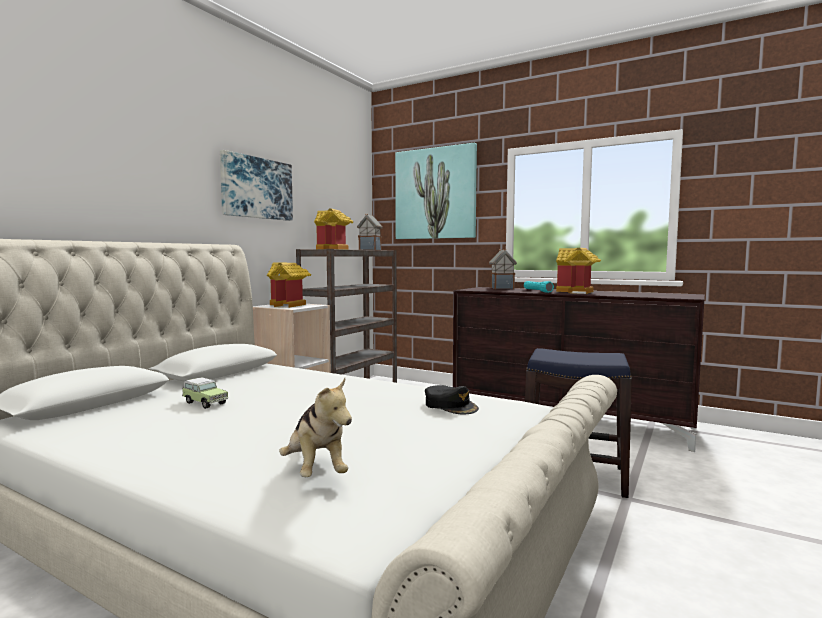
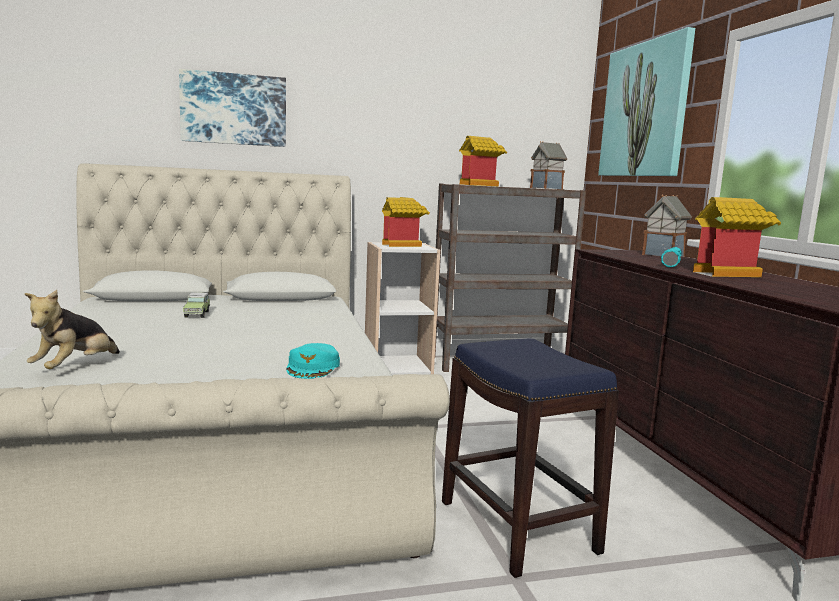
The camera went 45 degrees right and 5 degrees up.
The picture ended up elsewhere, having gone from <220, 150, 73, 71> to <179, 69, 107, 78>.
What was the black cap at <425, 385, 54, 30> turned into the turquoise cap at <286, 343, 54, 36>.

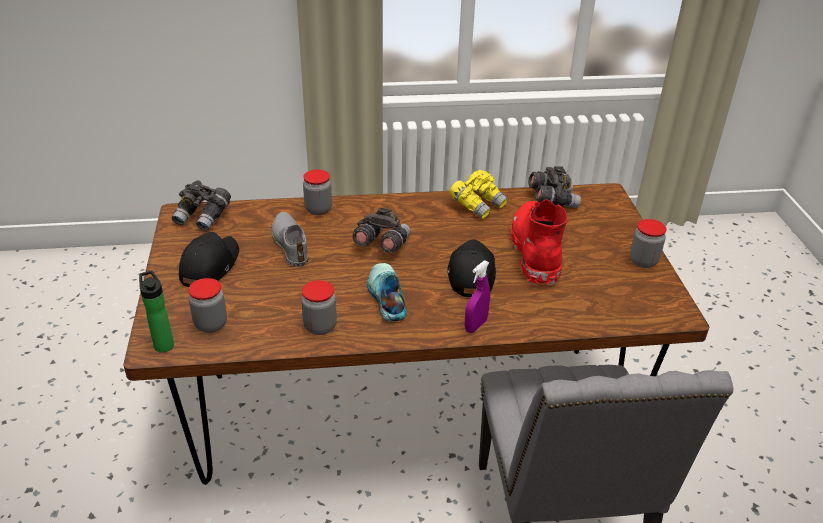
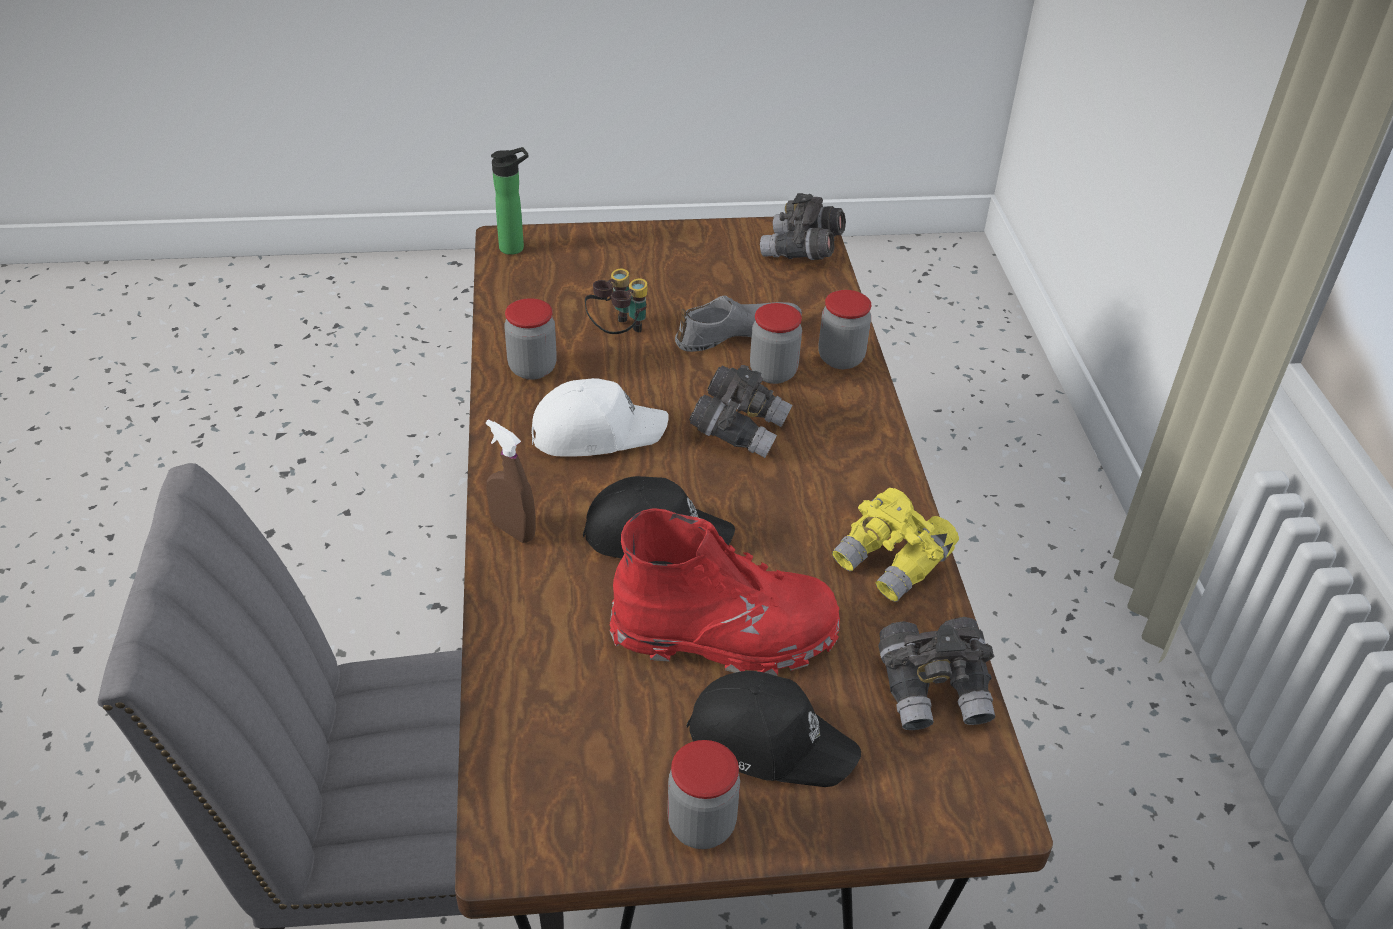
The camera went 90 degrees right and 5 degrees up.
The second view gained the binoculars at <585, 268, 63, 66>.
The black cap ended up elsewhere, having gone from <179, 232, 60, 55> to <687, 671, 174, 116>.
The jar ended up elsewhere, having gone from <188, 278, 39, 55> to <750, 303, 52, 81>.
Where the shoe stood at <367, 263, 40, 58>, the white cap came to stand at <532, 378, 137, 78>.
What was the purple spray bottle at <465, 260, 25, 73> turned into the brown spray bottle at <486, 419, 50, 124>.

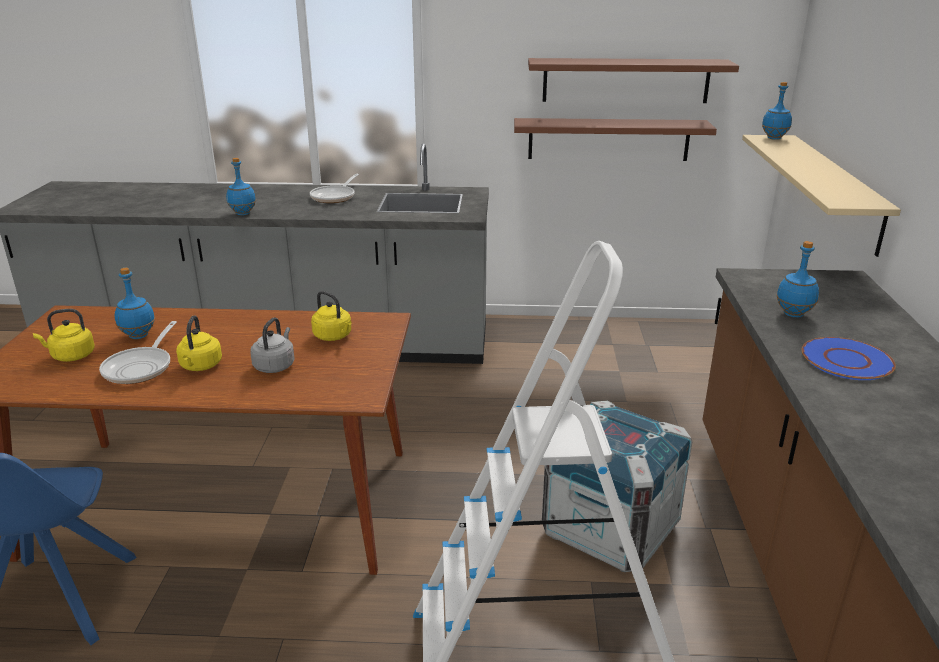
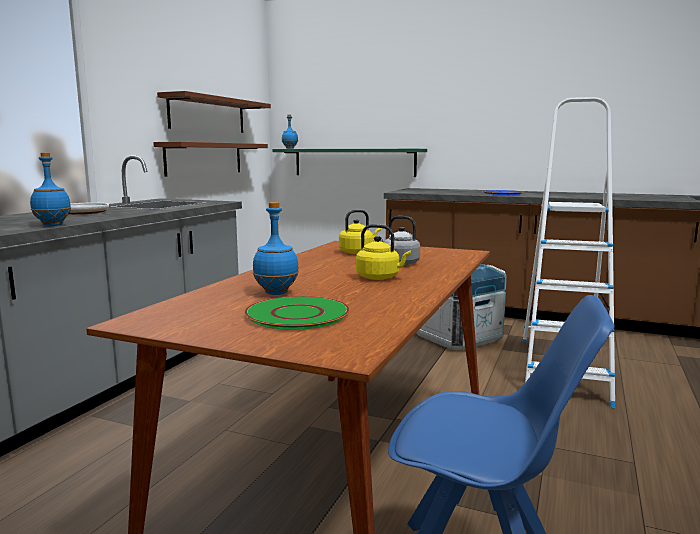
The camera went 70 degrees left and 15 degrees down.
The second view lost the frying pan at <99, 321, 78, 63>.
The second view lost the blue bottle at <776, 241, 43, 77>.
Where the yellow kettle stood at <33, 309, 62, 53>, the green plate came to stand at <244, 296, 106, 34>.
What was the beige shelf at <742, 135, 159, 122> turned into the green shelf at <273, 149, 154, 28>.

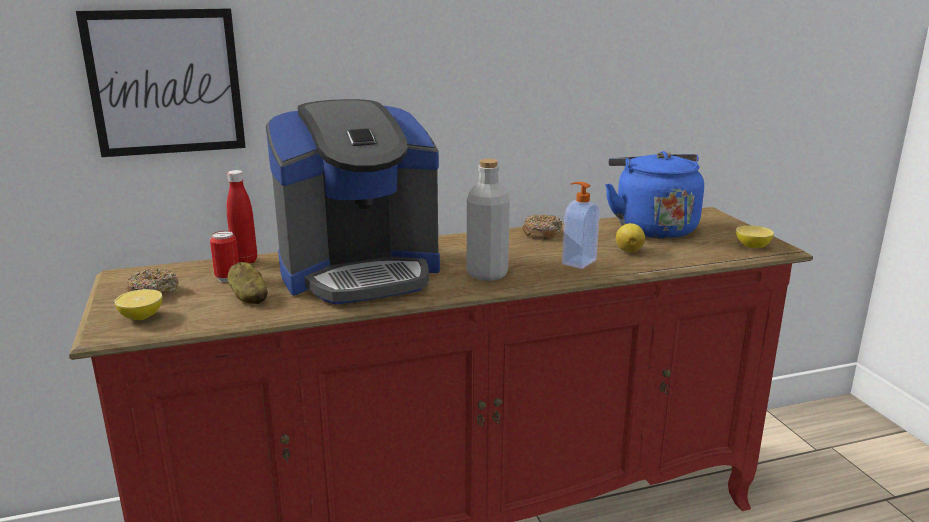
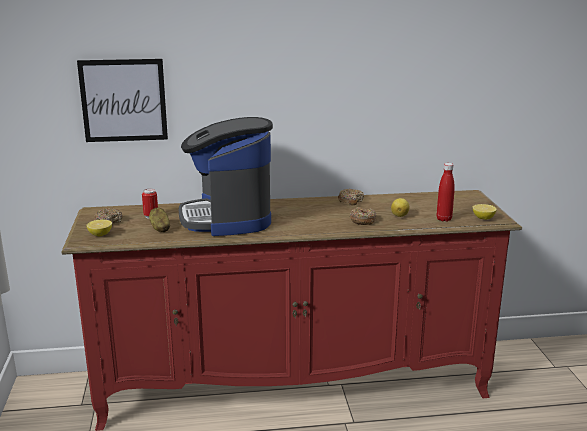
The camera went 10 degrees right and 0 degrees up.
The second view lost the grey bottle at <467, 159, 43, 122>.
The second view lost the blue kettle at <605, 151, 99, 88>.
The red bottle ended up elsewhere, having gone from <227, 170, 30, 93> to <437, 163, 18, 59>.
Where the soap dispenser stood at <562, 182, 38, 87>, the donut came to stand at <350, 207, 27, 18>.
The coffee machine at <266, 99, 174, 206> ended up facing another way, 90 degrees clockwise from before.

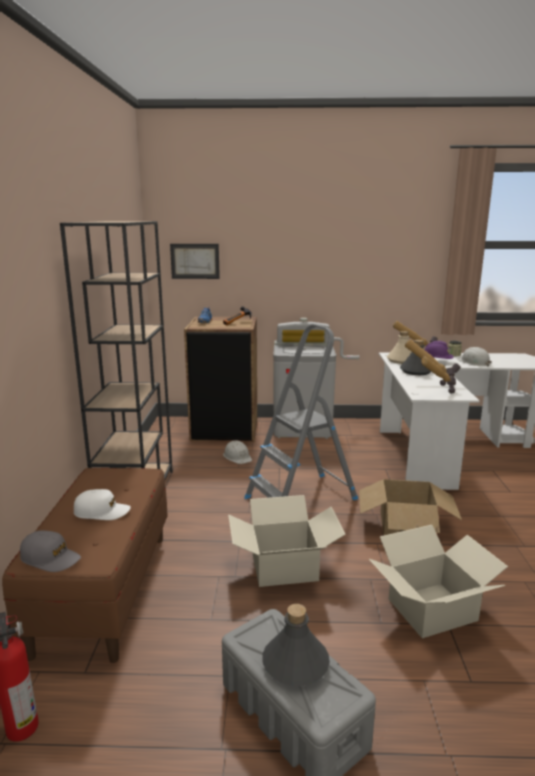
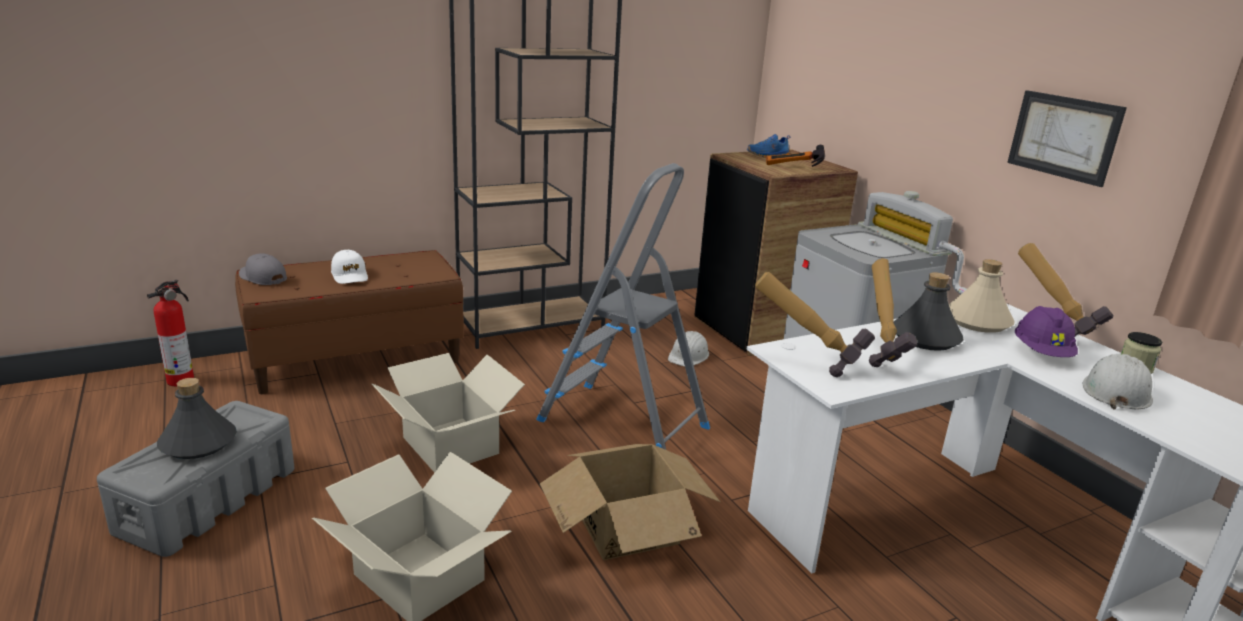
The camera went 60 degrees right and 5 degrees up.
The picture ended up elsewhere, having gone from <170, 244, 50, 35> to <1007, 90, 120, 97>.
The grey cap at <20, 530, 61, 42> ended up facing another way, 135 degrees clockwise from before.

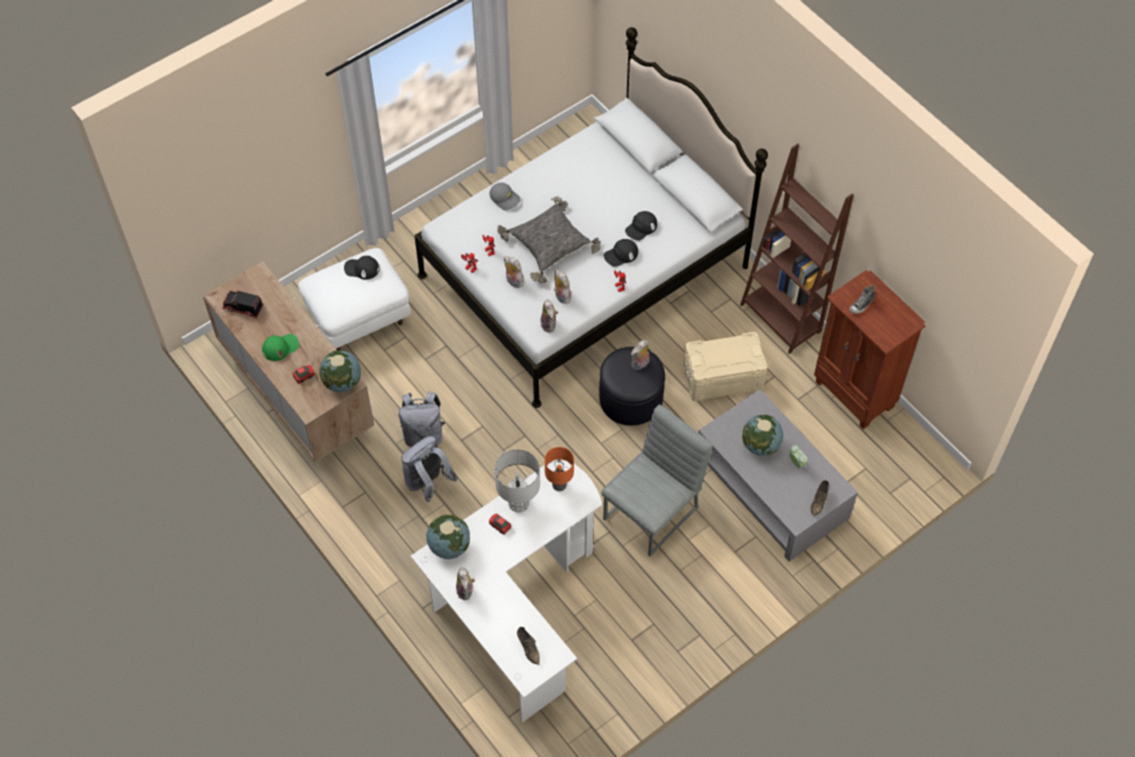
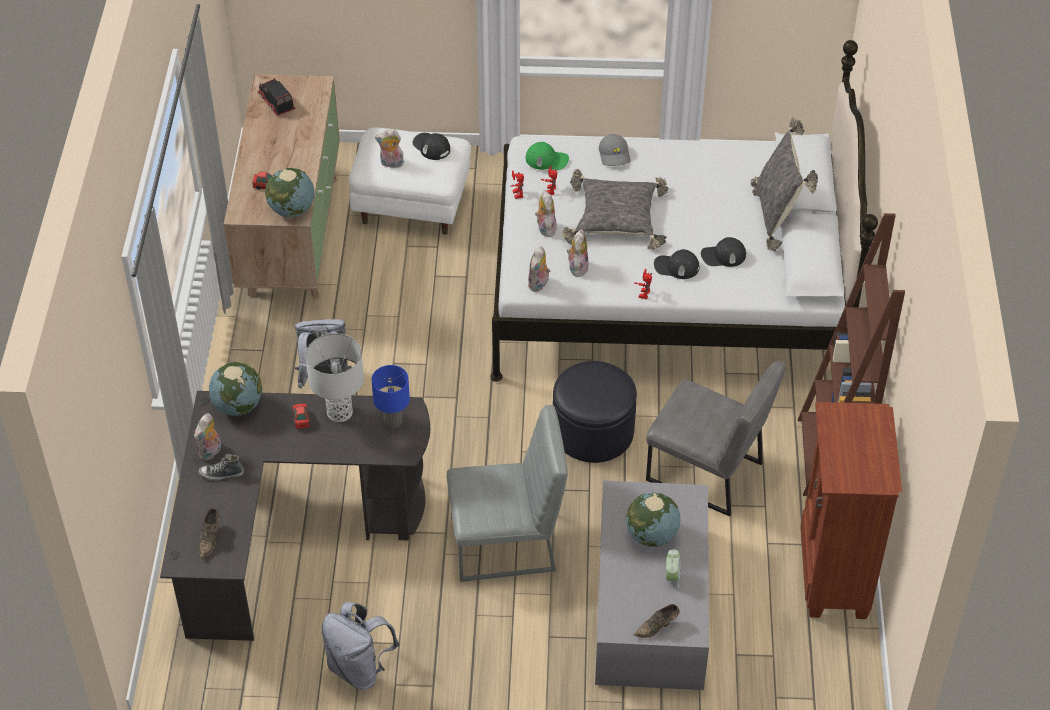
The camera went 40 degrees right and 10 degrees down.
The second view gained the pillow at <750, 117, 68, 134>.
The green cap ended up elsewhere, having gone from <262, 334, 37, 27> to <525, 142, 44, 28>.
The grey backpack ended up elsewhere, having gone from <399, 391, 46, 55> to <321, 602, 78, 88>.
The plush toy ended up elsewhere, having gone from <631, 340, 19, 30> to <375, 129, 29, 39>.
The shoe ended up elsewhere, having gone from <849, 285, 26, 29> to <198, 454, 46, 26>.
Where the beige storage box stood at <683, 332, 84, 70>, the grey chair came to stand at <646, 361, 140, 155>.
What was the white desk at <411, 460, 191, 263> turned into the black desk at <160, 391, 270, 250>.
What was the orange table lamp at <545, 447, 29, 44> turned into the blue table lamp at <372, 365, 38, 64>.

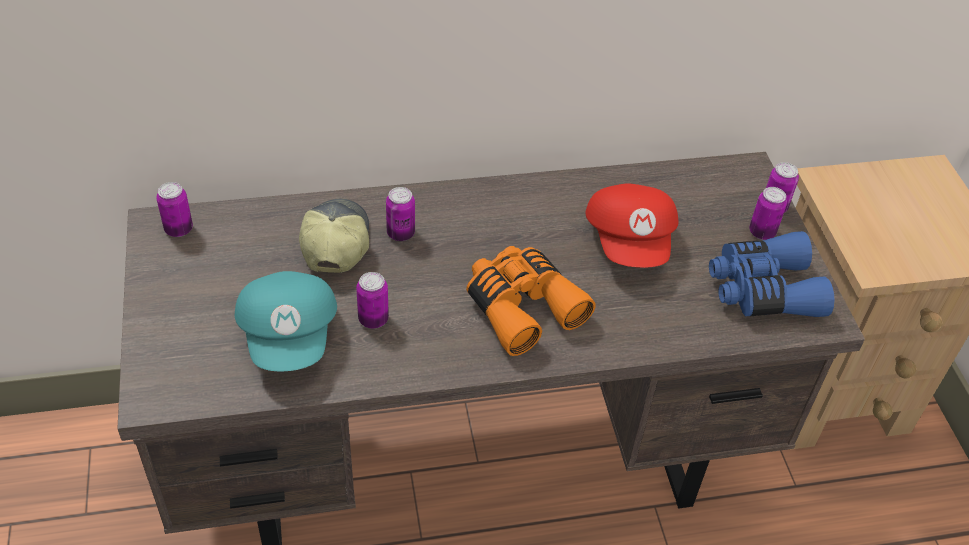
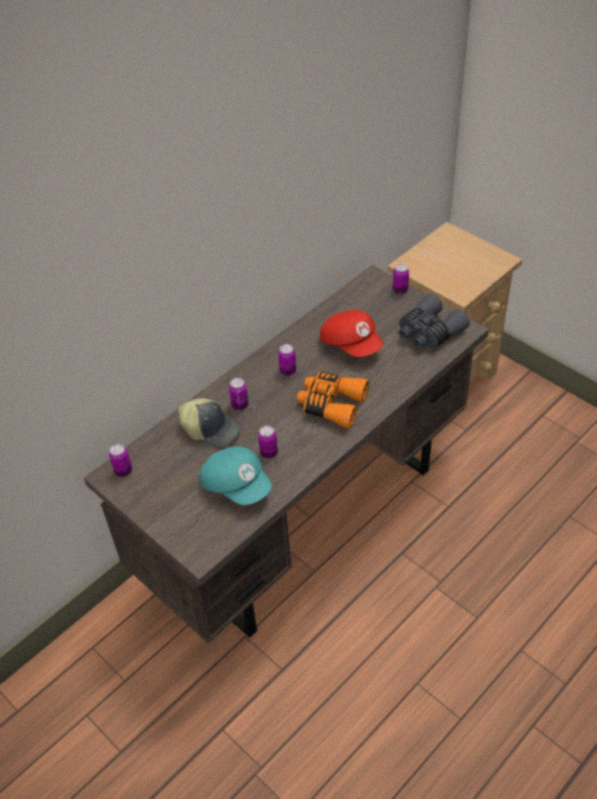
The camera went 30 degrees left and 0 degrees up.
The can ended up elsewhere, having gone from <749, 187, 38, 53> to <278, 344, 18, 32>.
What was the blue binoculars at <709, 231, 126, 86> turned into the grey binoculars at <399, 294, 71, 54>.
The cap at <299, 199, 70, 74> ended up facing another way, 150 degrees clockwise from before.

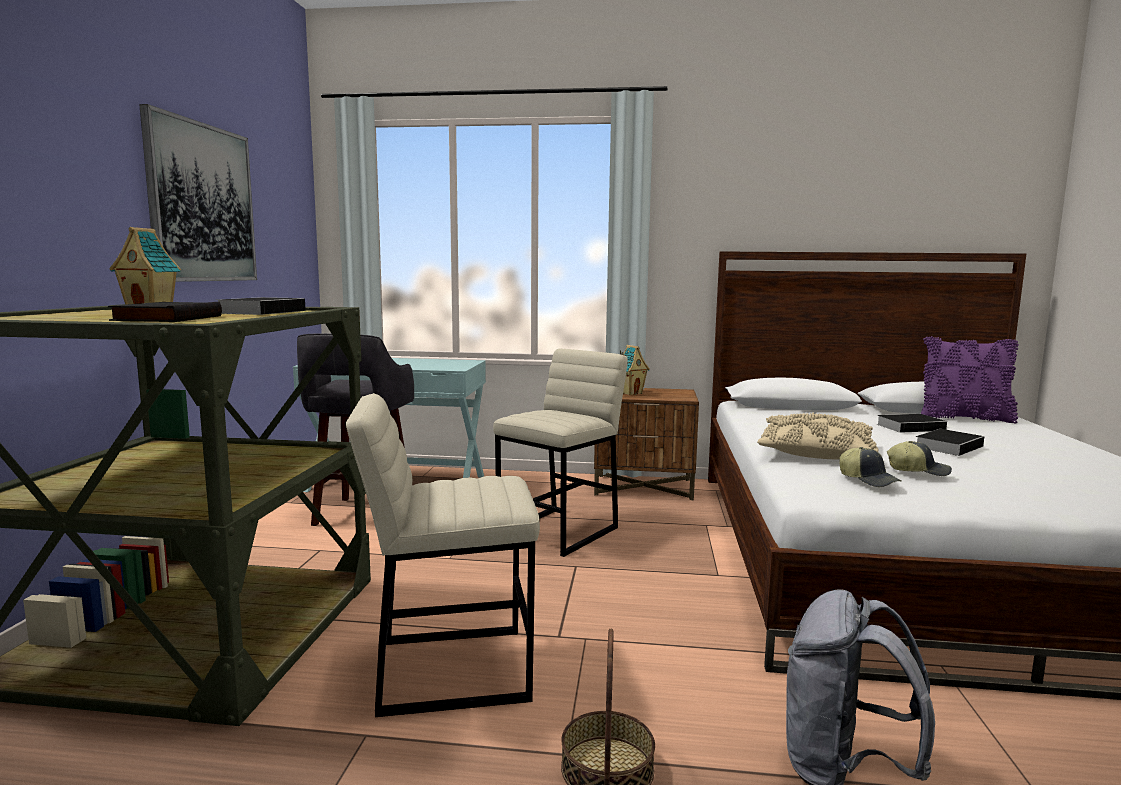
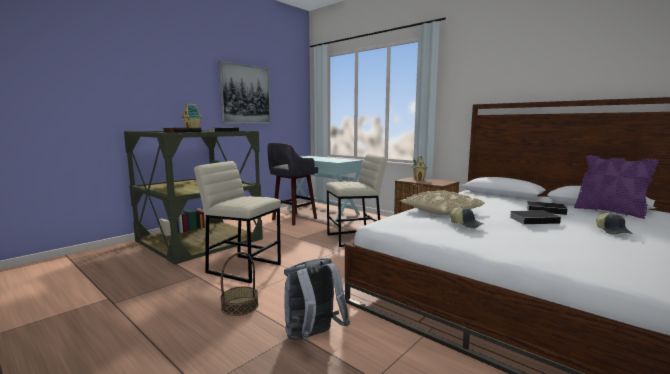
The camera went 35 degrees right and 0 degrees up.
The cap ended up elsewhere, having gone from <839, 447, 62, 40> to <596, 212, 37, 23>.

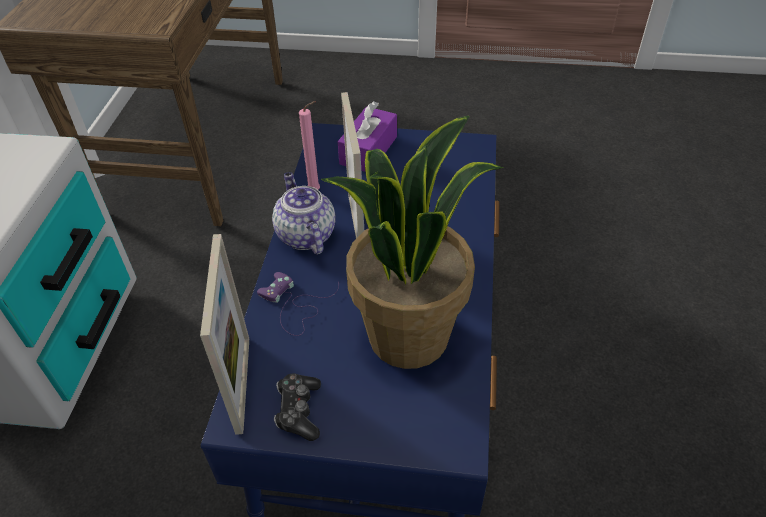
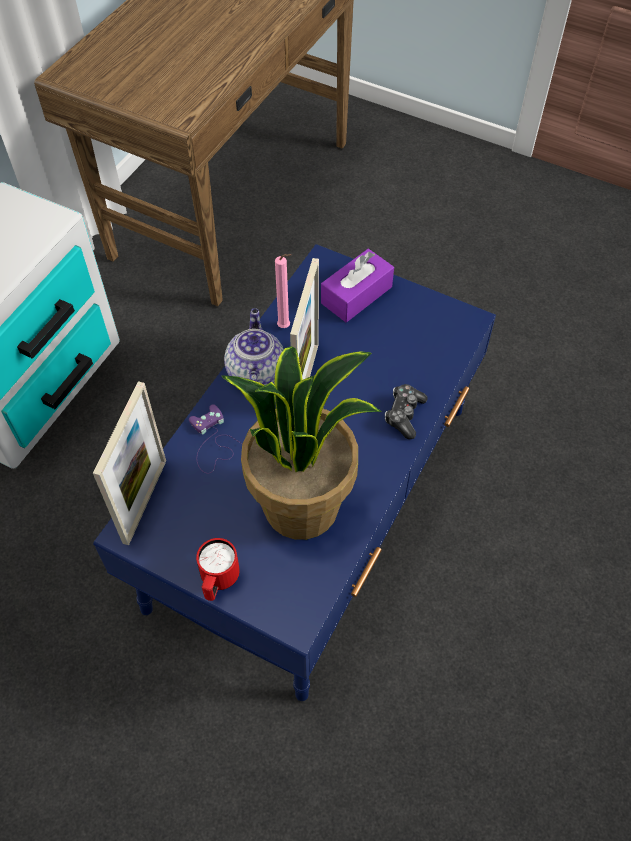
The camera went 20 degrees right and 10 degrees up.
The second view gained the red mug at <196, 538, 44, 63>.
The game controller ended up elsewhere, having gone from <274, 373, 47, 68> to <385, 384, 43, 55>.

